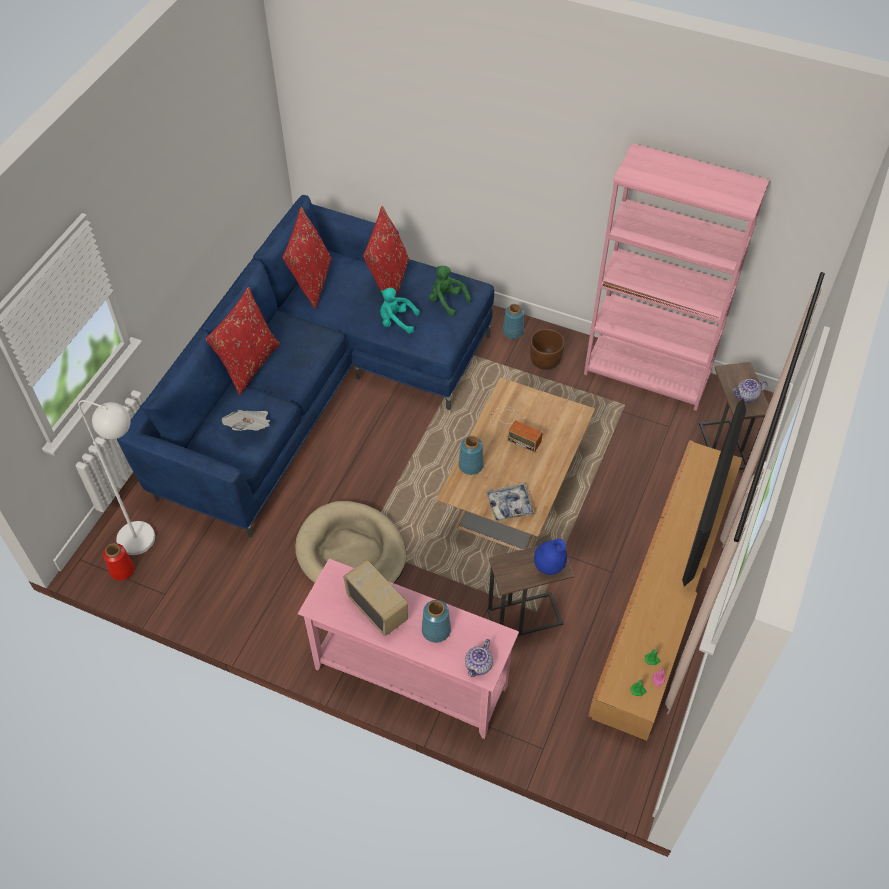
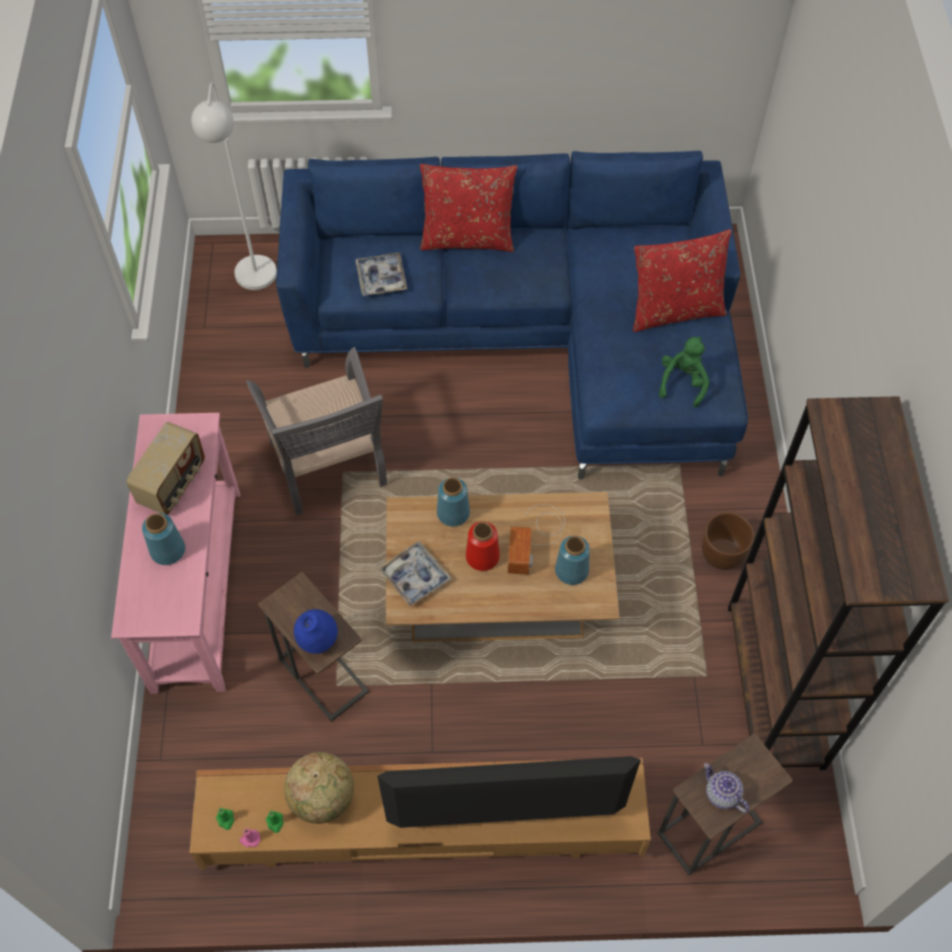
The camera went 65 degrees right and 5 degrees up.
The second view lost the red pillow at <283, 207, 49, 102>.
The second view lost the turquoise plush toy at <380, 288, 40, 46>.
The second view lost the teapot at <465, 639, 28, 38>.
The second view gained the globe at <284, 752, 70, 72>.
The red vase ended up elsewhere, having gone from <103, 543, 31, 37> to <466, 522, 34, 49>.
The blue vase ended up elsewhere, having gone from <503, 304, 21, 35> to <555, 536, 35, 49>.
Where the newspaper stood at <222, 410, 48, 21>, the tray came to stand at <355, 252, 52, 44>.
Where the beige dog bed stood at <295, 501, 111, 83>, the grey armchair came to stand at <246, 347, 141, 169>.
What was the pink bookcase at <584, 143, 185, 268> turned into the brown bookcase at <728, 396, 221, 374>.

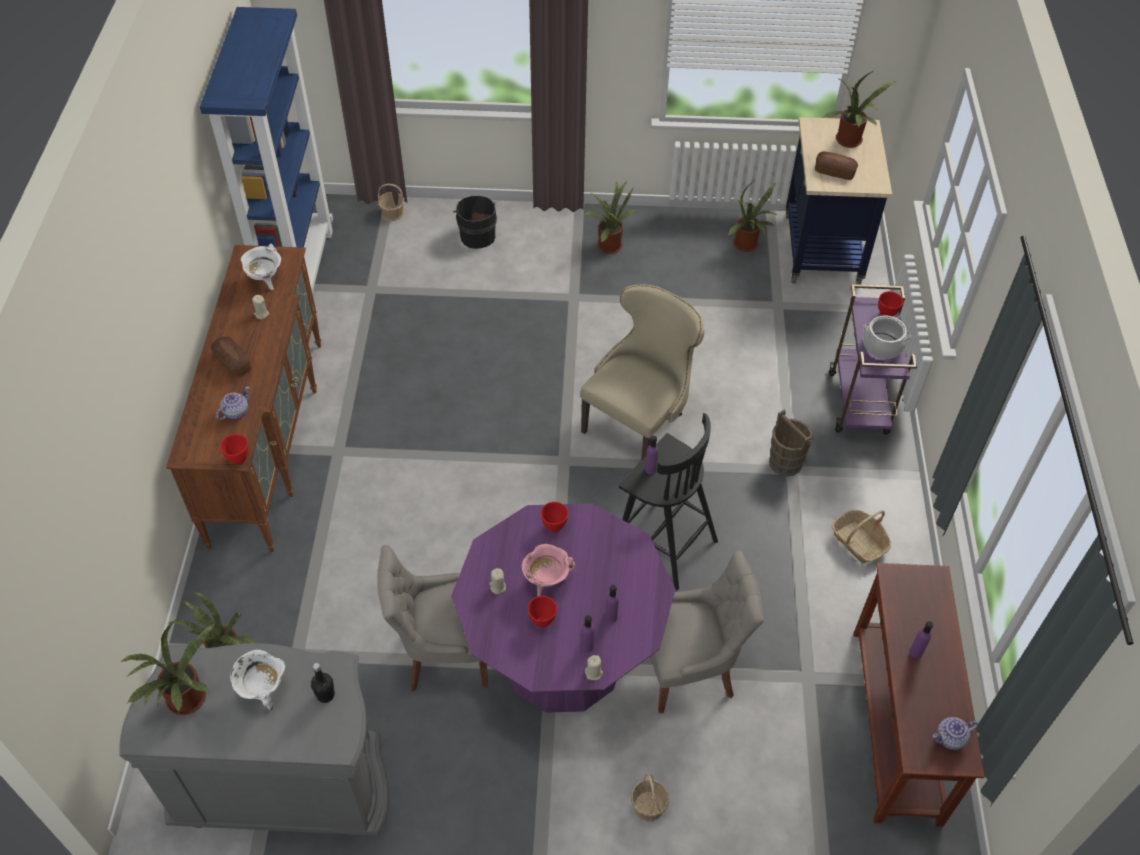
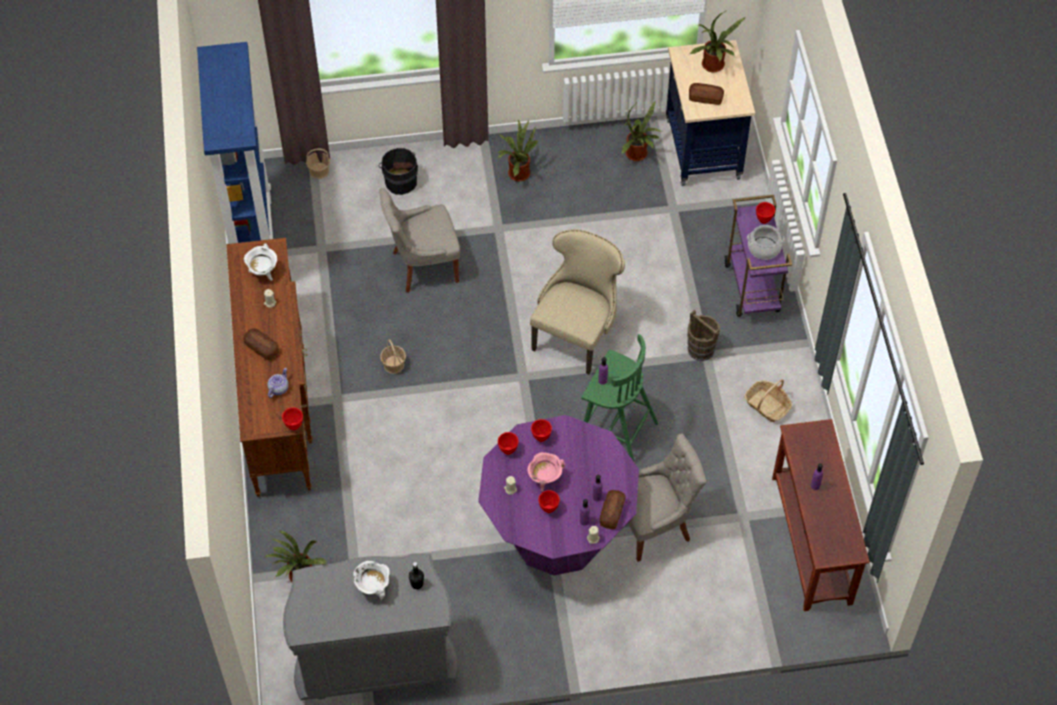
The camera went 10 degrees left and 5 degrees up.
The second view lost the potted plant at <121, 617, 94, 98>.
The second view lost the teapot at <932, 717, 46, 33>.
The second view gained the red bowl at <498, 432, 21, 23>.
The second view gained the bread at <600, 490, 26, 39>.
The grey chair ended up elsewhere, having gone from <377, 545, 111, 147> to <379, 188, 81, 105>.
The basket ended up elsewhere, having gone from <631, 773, 38, 49> to <380, 339, 26, 35>.
What was the black stool at <619, 413, 99, 177> turned into the green stool at <581, 334, 77, 127>.

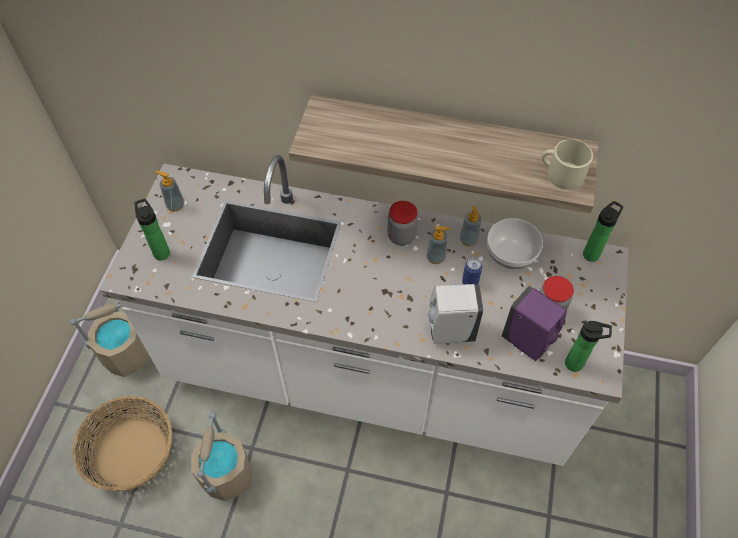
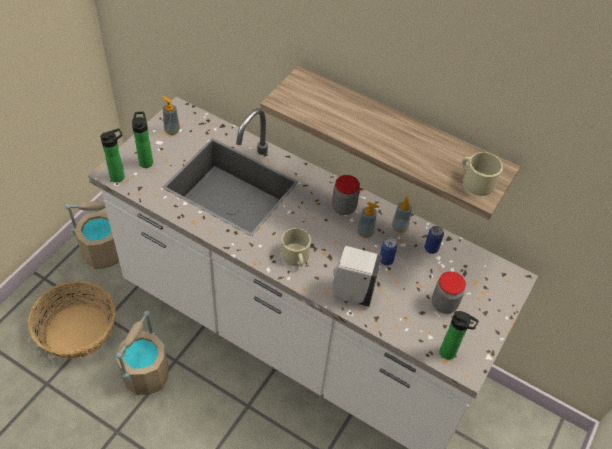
The camera went 15 degrees right and 5 degrees down.
The second view lost the purple soap dispenser at <502, 286, 65, 75>.
The second view gained the beige mug at <281, 228, 30, 39>.
The bottle ended up elsewhere, having gone from <583, 201, 41, 61> to <100, 128, 25, 55>.
Where the bowl stood at <487, 218, 56, 51>, the can came to stand at <424, 226, 20, 28>.

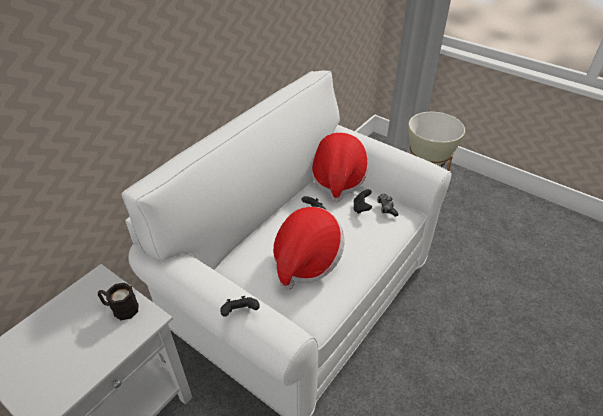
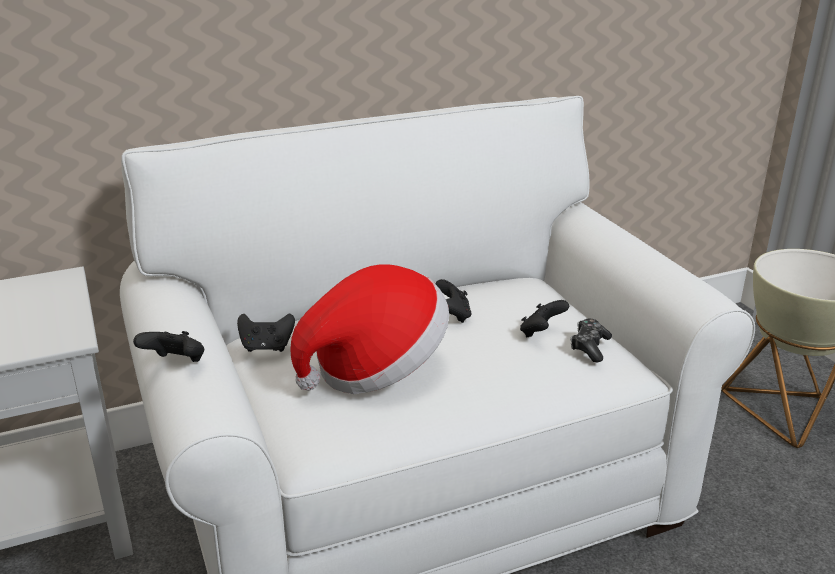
The camera went 30 degrees right and 15 degrees down.
The second view lost the black mug at <98, 283, 40, 37>.
The second view lost the hat at <311, 133, 58, 69>.
The second view gained the black game controller at <237, 314, 58, 38>.

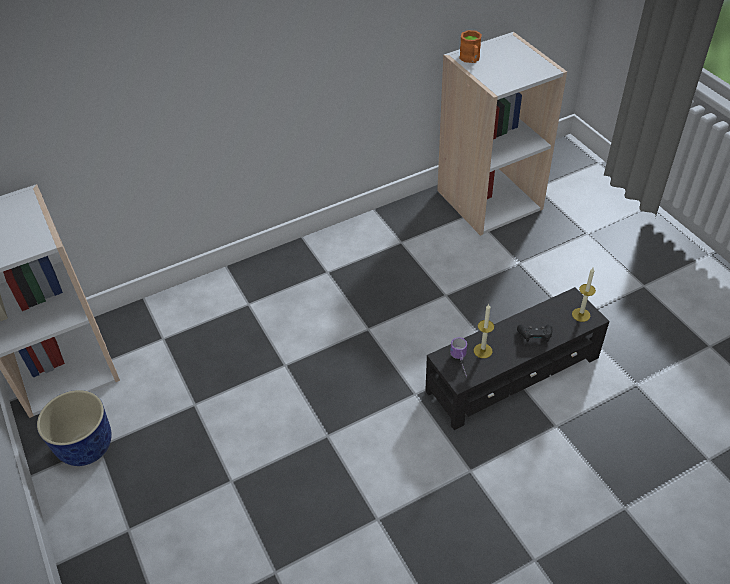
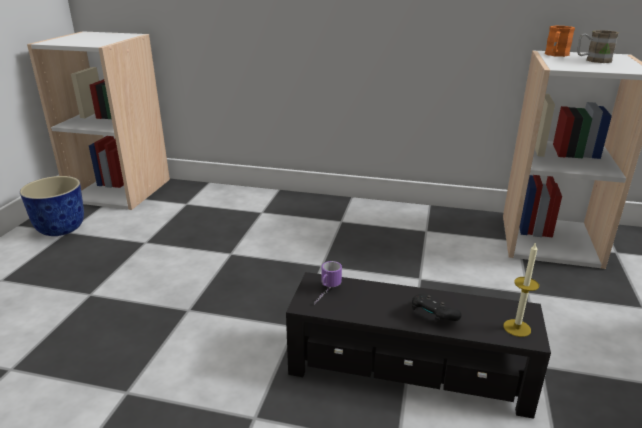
The camera went 40 degrees right and 20 degrees down.
The second view lost the candle at <474, 304, 20, 54>.
The second view gained the brown mug at <577, 30, 42, 33>.

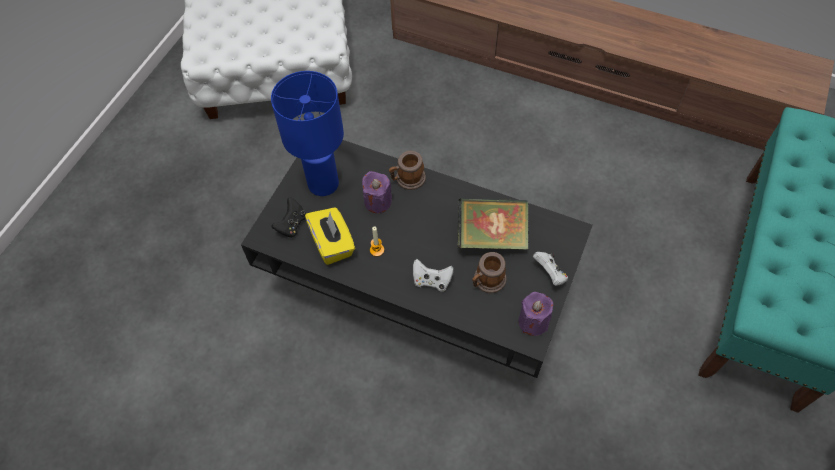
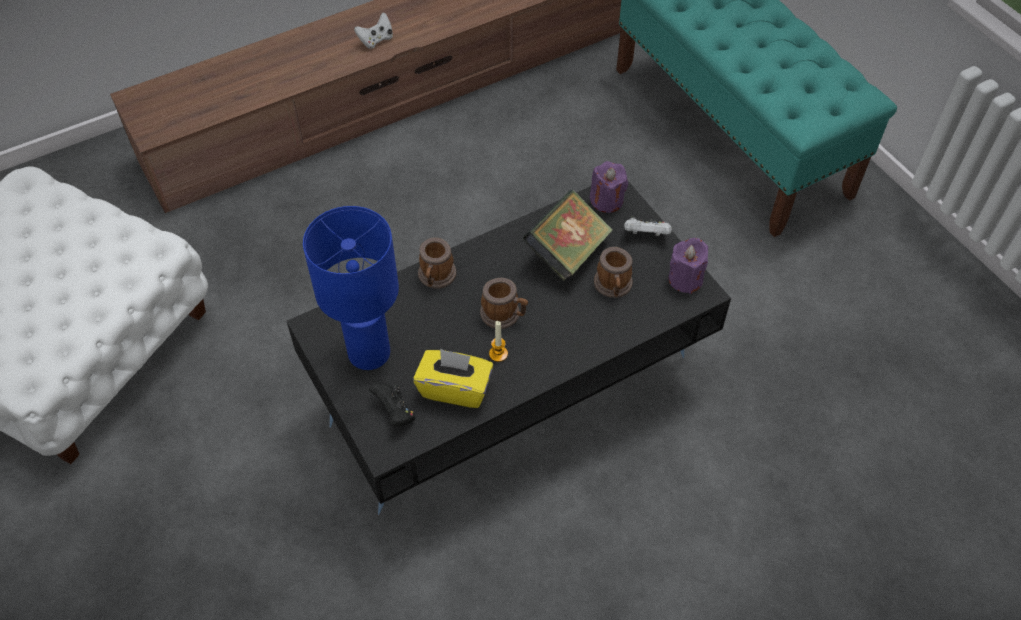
The camera went 55 degrees left and 5 degrees down.
The second view gained the mug at <480, 278, 48, 51>.
The purple candle ended up elsewhere, having gone from <362, 171, 30, 42> to <590, 161, 38, 52>.
The white game controller ended up elsewhere, having gone from <413, 259, 40, 33> to <354, 13, 39, 36>.

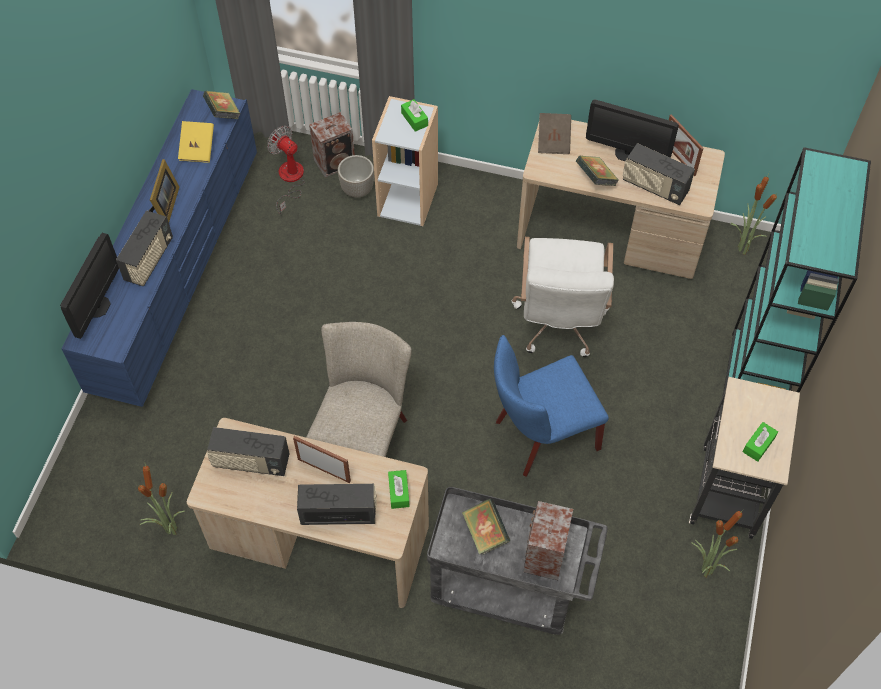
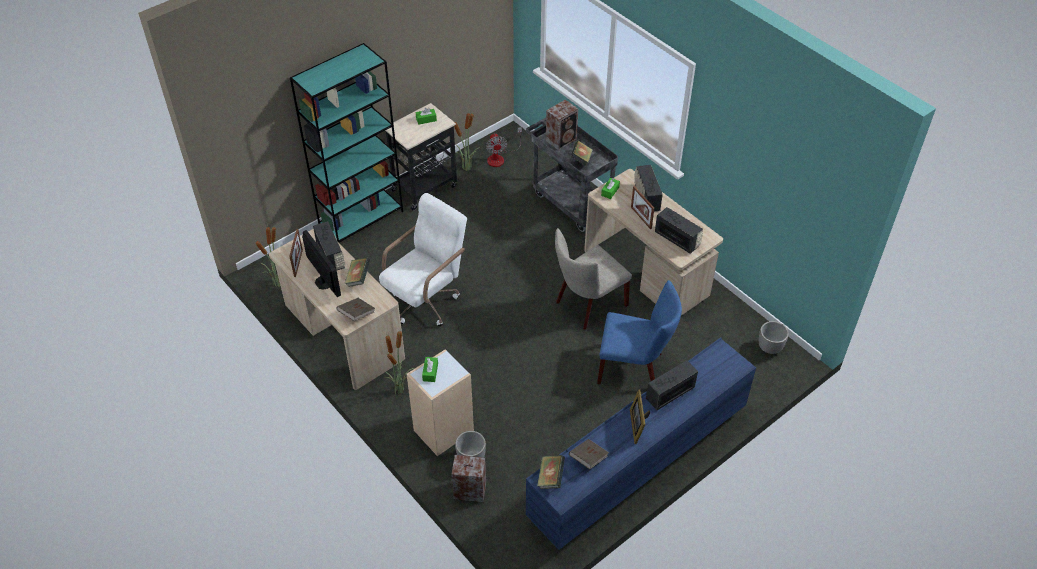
The camera went 145 degrees left and 10 degrees down.
The second view lost the monitor at <60, 233, 59, 106>.
The second view gained the planter at <759, 321, 30, 33>.
The potted plant ended up elsewhere, having gone from <138, 464, 47, 71> to <384, 331, 30, 64>.
The fan ended up elsewhere, having gone from <267, 126, 38, 88> to <486, 127, 36, 40>.
The blue chair ended up elsewhere, having gone from <494, 335, 115, 142> to <597, 280, 85, 104>.
What was the yellow book at <178, 121, 36, 42> turned into the brown book at <569, 439, 40, 30>.
The picture frame at <149, 159, 30, 63> ended up facing another way, 45 degrees counterclockwise from before.
The radio at <297, 484, 80, 41> ended up facing another way, 45 degrees clockwise from before.

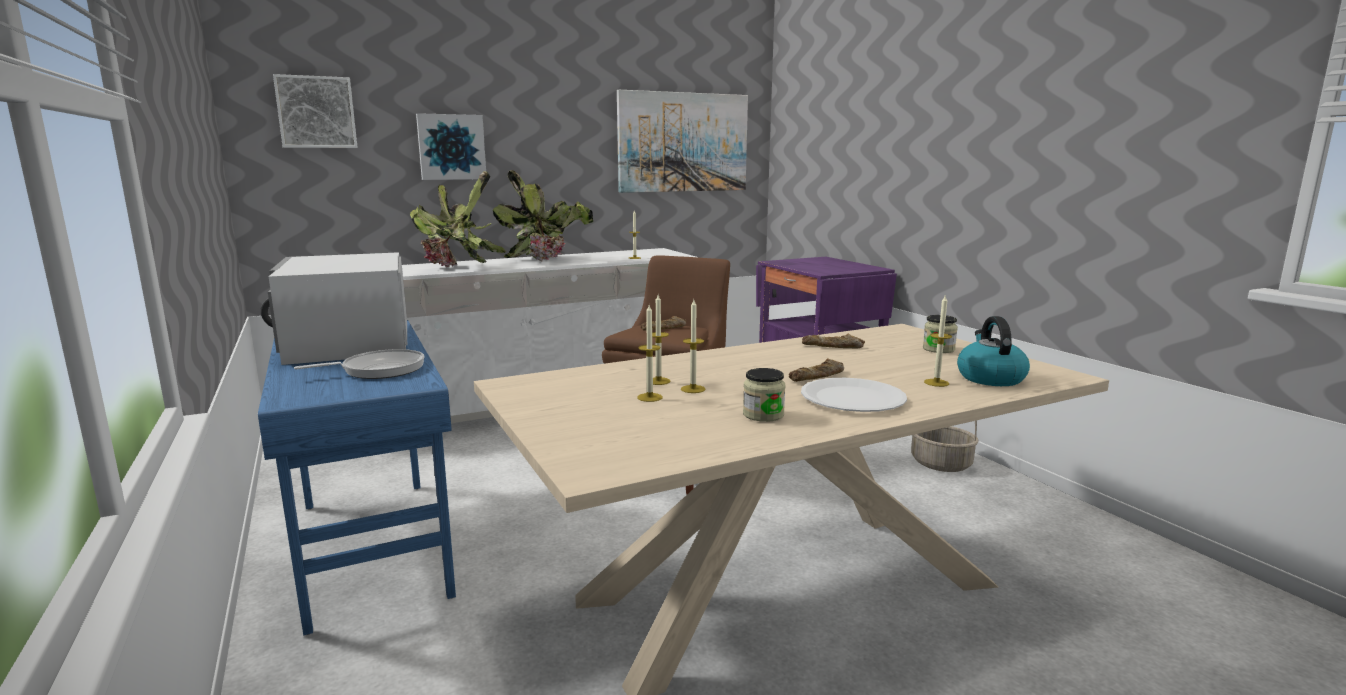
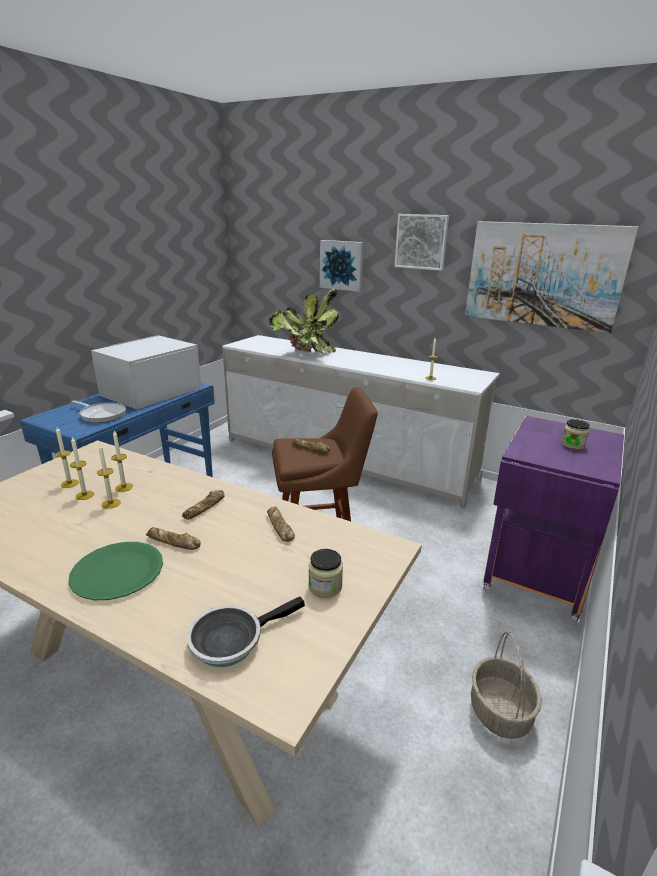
The camera went 55 degrees right and 10 degrees up.
The second view lost the potted plant at <493, 170, 100, 92>.
The second view gained the bread at <182, 490, 43, 30>.
The picture ended up elsewhere, having gone from <273, 74, 85, 74> to <394, 214, 55, 57>.
The jar ended up elsewhere, having gone from <743, 368, 43, 54> to <561, 419, 29, 31>.
The candle ended up elsewhere, having gone from <924, 294, 28, 93> to <55, 427, 24, 61>.
Where the kettle stood at <957, 316, 73, 70>, the frying pan came to stand at <187, 597, 118, 70>.
What was the white plate at <801, 378, 106, 34> turned into the green plate at <68, 542, 95, 58>.

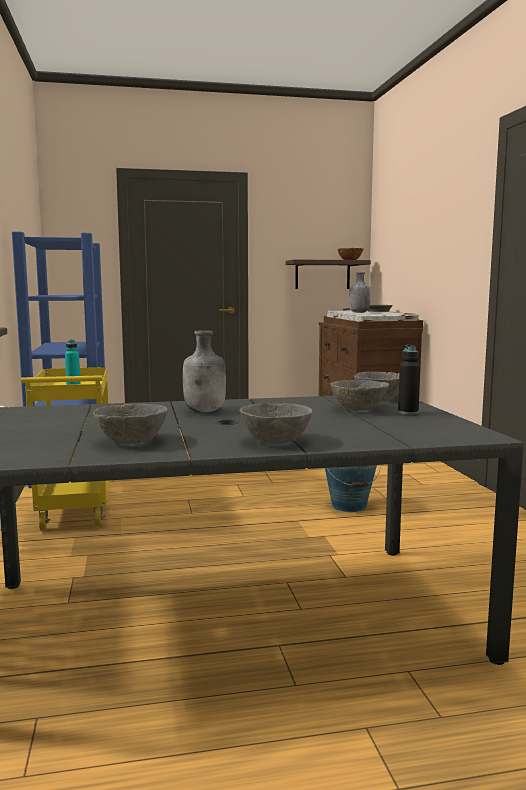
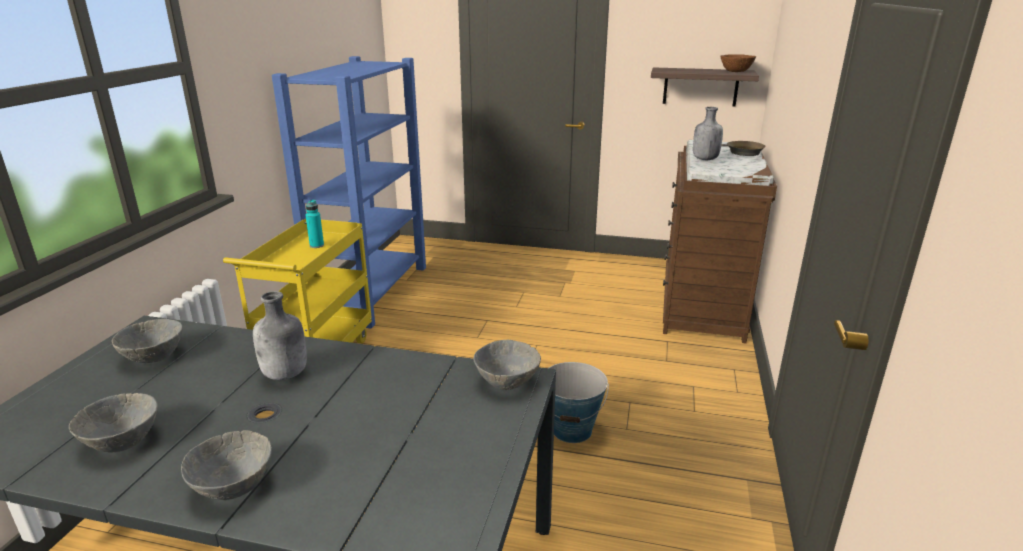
The camera went 25 degrees right and 15 degrees up.
The second view lost the black bottle at <398, 345, 22, 70>.
The grey bowl ended up elsewhere, having gone from <331, 380, 58, 31> to <112, 319, 71, 44>.

